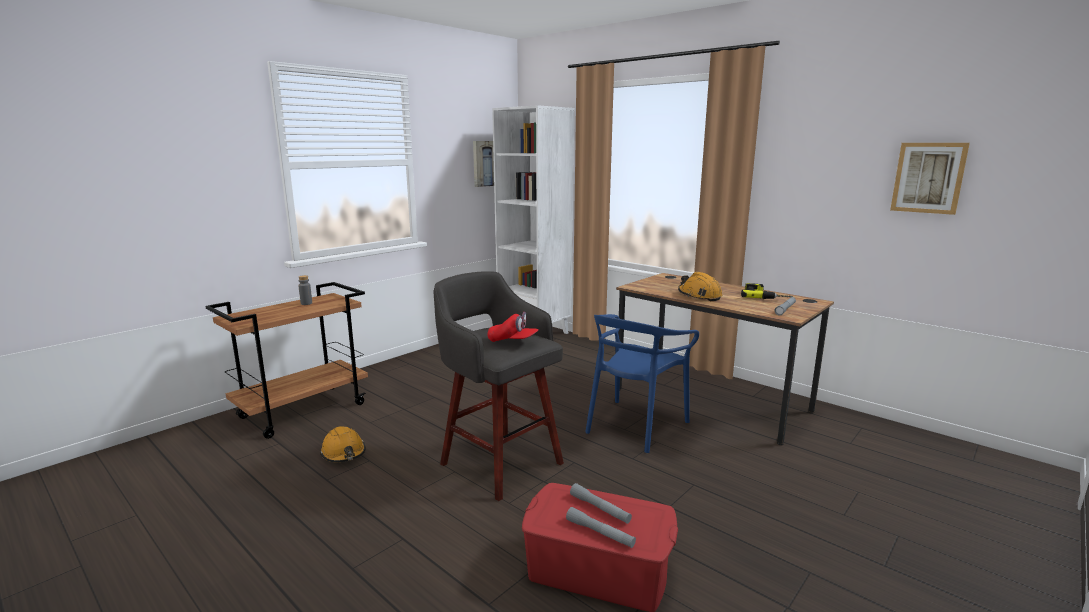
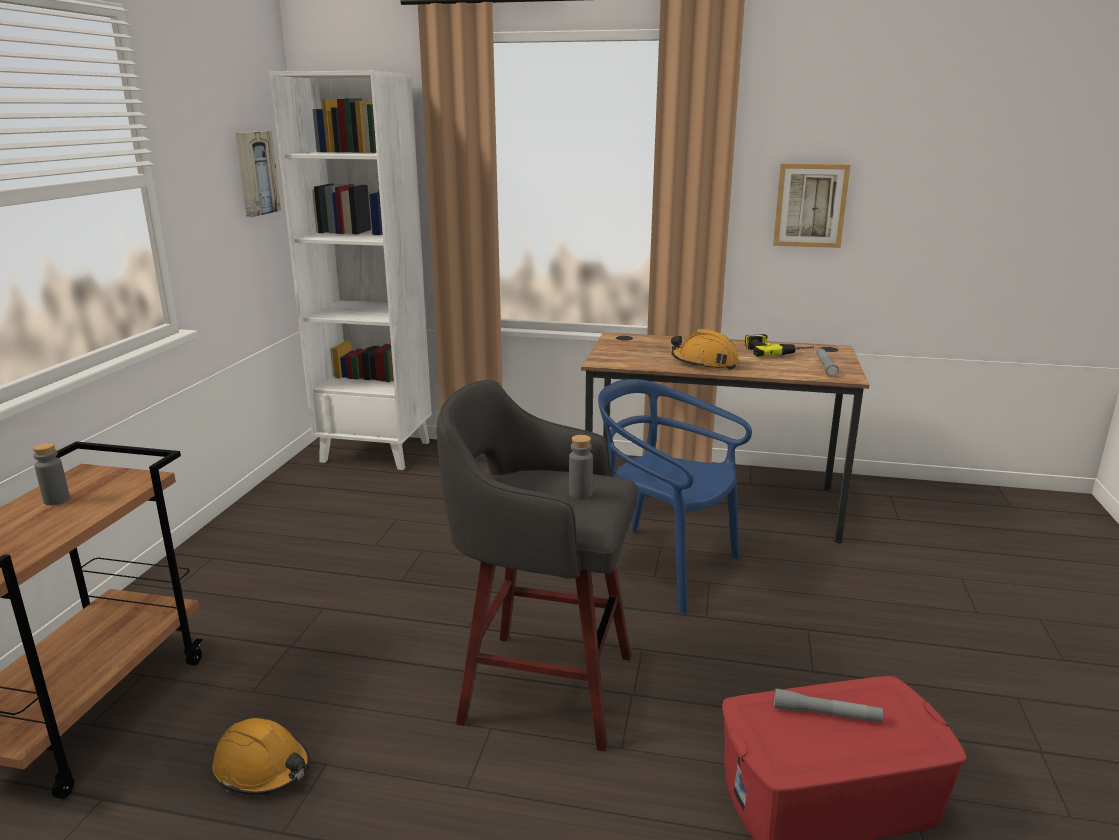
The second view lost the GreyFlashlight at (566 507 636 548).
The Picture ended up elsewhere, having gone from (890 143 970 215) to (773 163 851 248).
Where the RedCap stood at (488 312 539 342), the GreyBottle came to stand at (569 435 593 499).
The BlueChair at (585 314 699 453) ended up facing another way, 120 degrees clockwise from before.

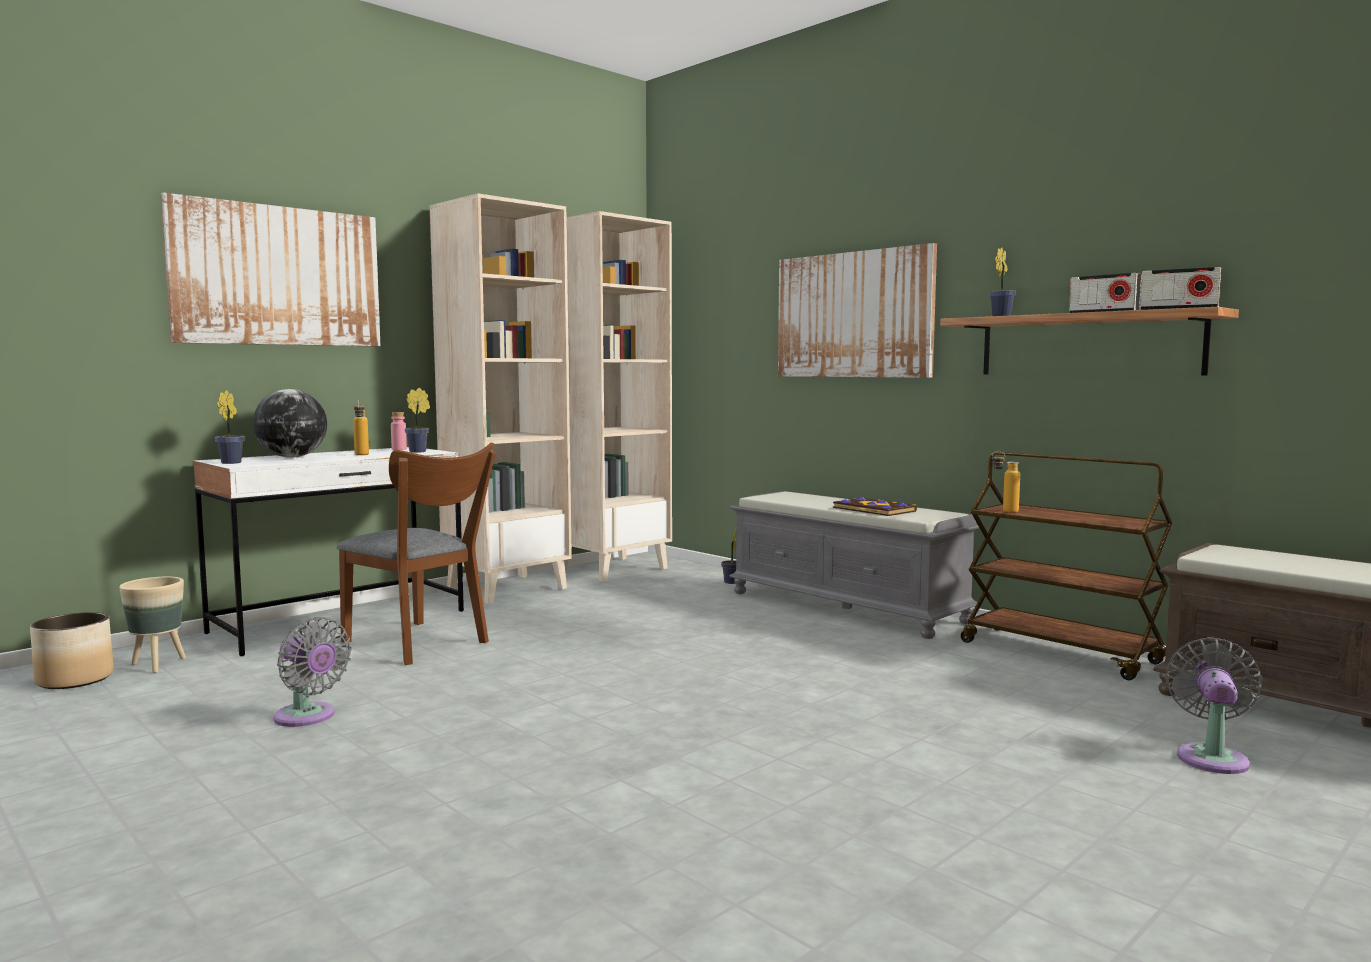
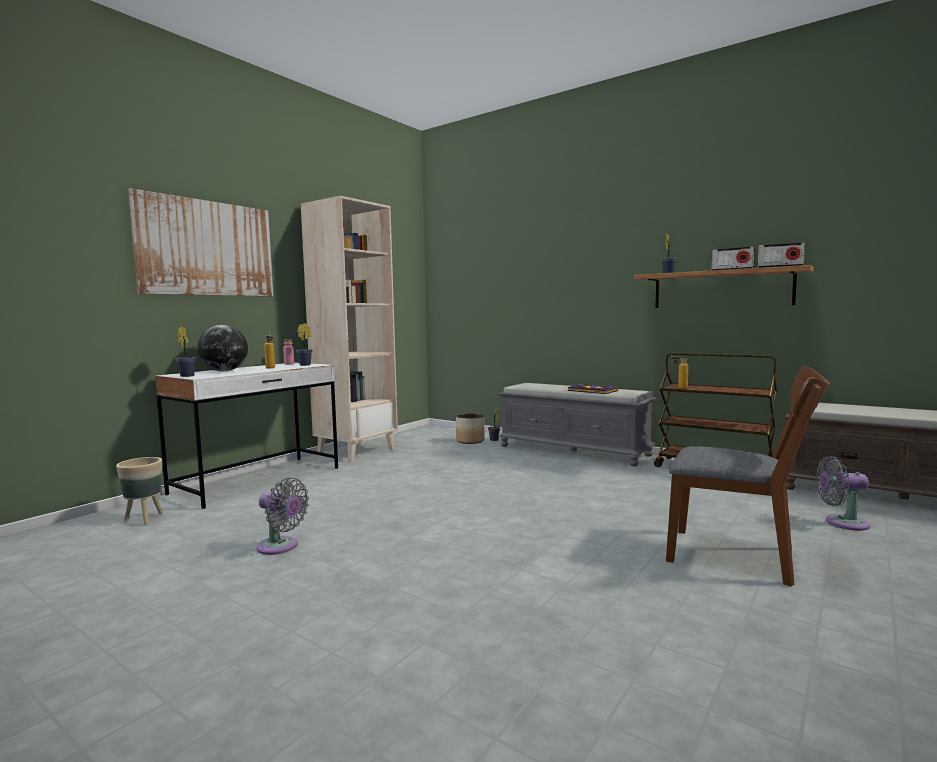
The second view lost the BeigeBookcase at (564 211 672 582).
The second view lost the Picture at (778 243 937 378).
The Planter ended up elsewhere, having gone from (30 612 114 689) to (456 413 485 444).
The BrownChair ended up elsewhere, having gone from (337 442 495 665) to (666 366 830 587).
The GreyFan at (1166 637 1263 774) ended up facing another way, 90 degrees counterclockwise from before.

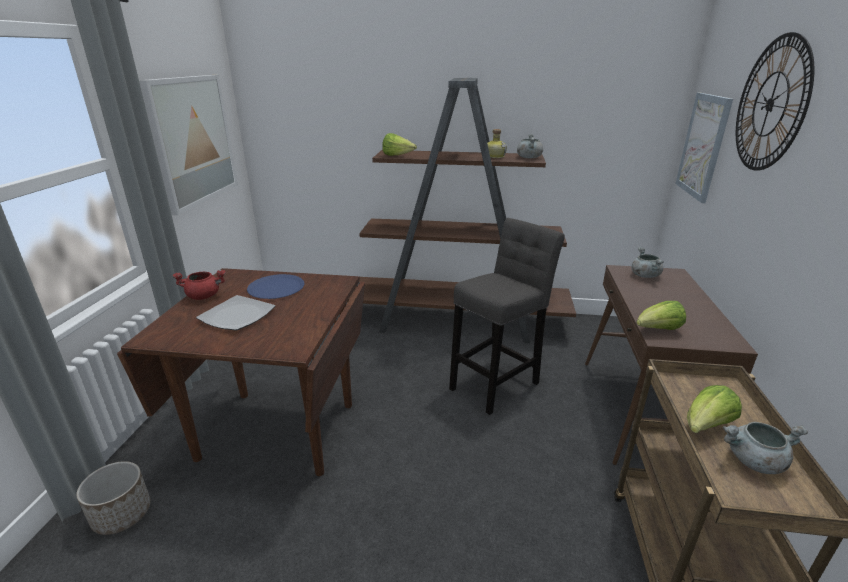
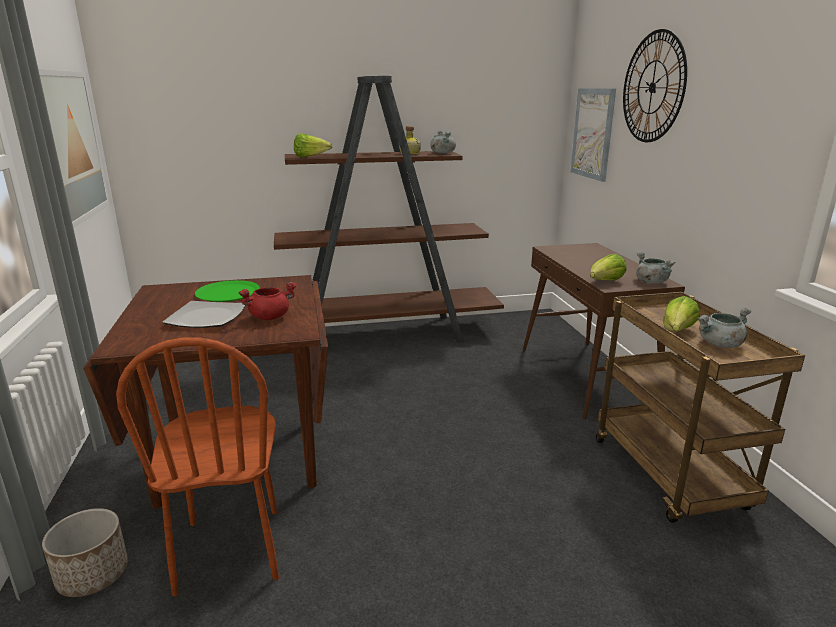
The second view lost the GreyStool at (449 218 565 415).
The second view gained the BrownChair at (116 337 279 596).
The RedCookingPot ended up elsewhere, having gone from (172 270 226 300) to (238 282 297 320).
The GreyCookingPot ended up elsewhere, having gone from (632 247 664 278) to (636 252 676 284).
What was the BluePlate at (247 274 305 299) turned into the GreenPlate at (195 280 260 302).

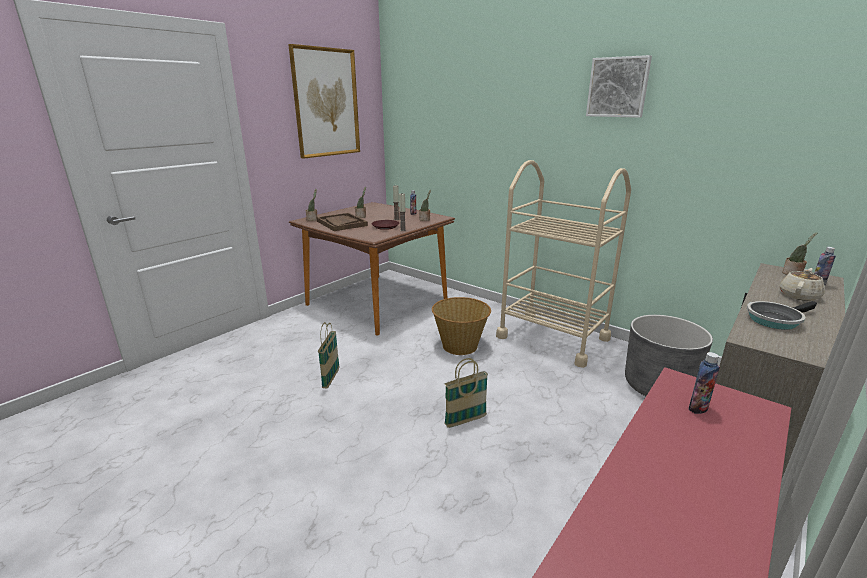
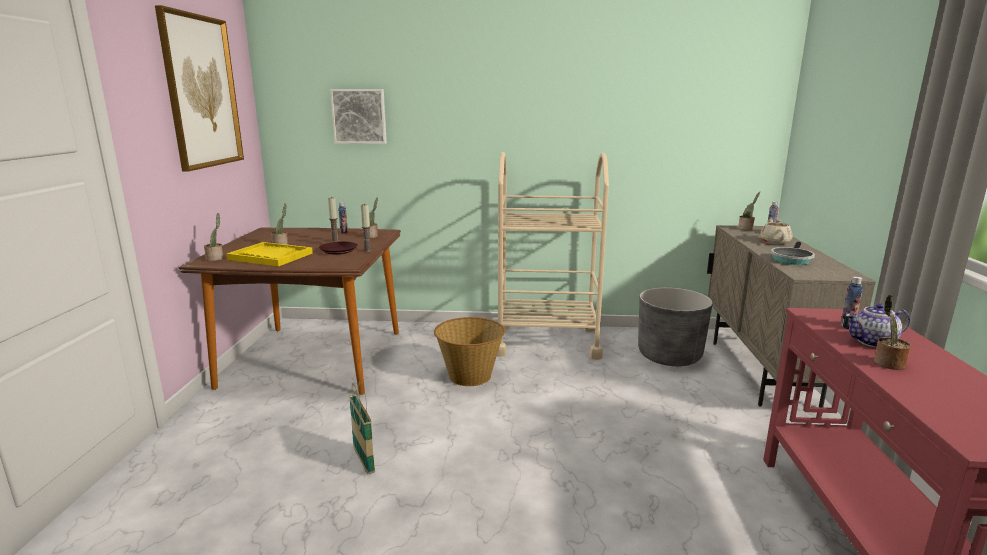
The second view lost the Basket at (444 358 488 428).
The second view gained the Teapot at (846 303 910 348).
The second view gained the PottedPlant at (874 295 911 370).
The Picture ended up elsewhere, having gone from (586 55 652 118) to (330 89 387 144).
What was the BrownTray at (316 213 368 231) turned into the YellowTray at (226 242 313 267).

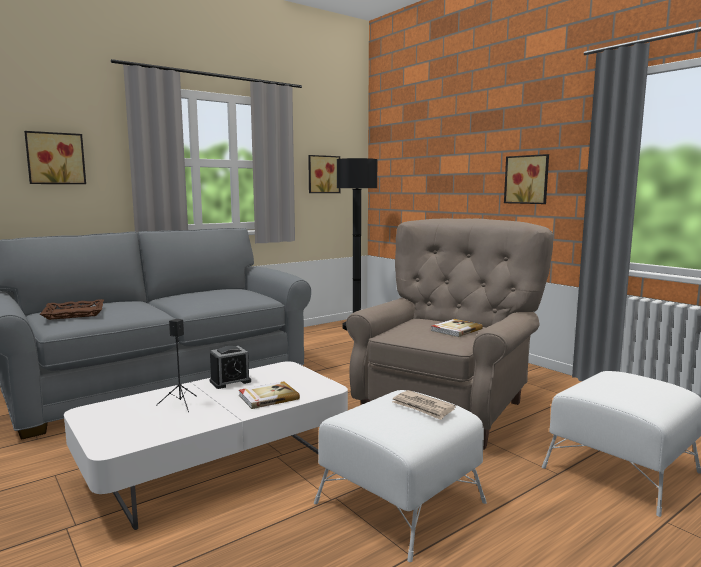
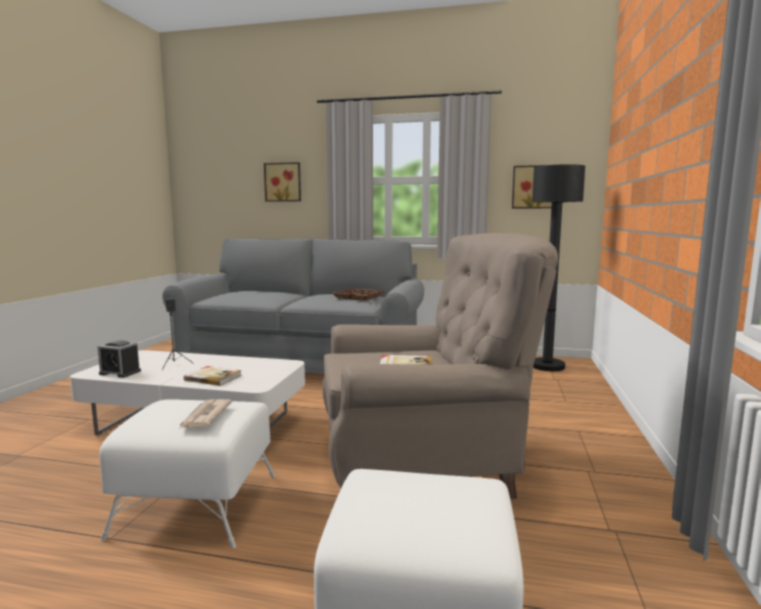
The second view lost the Picture at (504 154 549 204).
The BrownTray ended up elsewhere, having gone from (40 299 104 320) to (332 288 385 301).
The AlarmClock ended up elsewhere, having gone from (210 346 251 389) to (97 340 141 378).

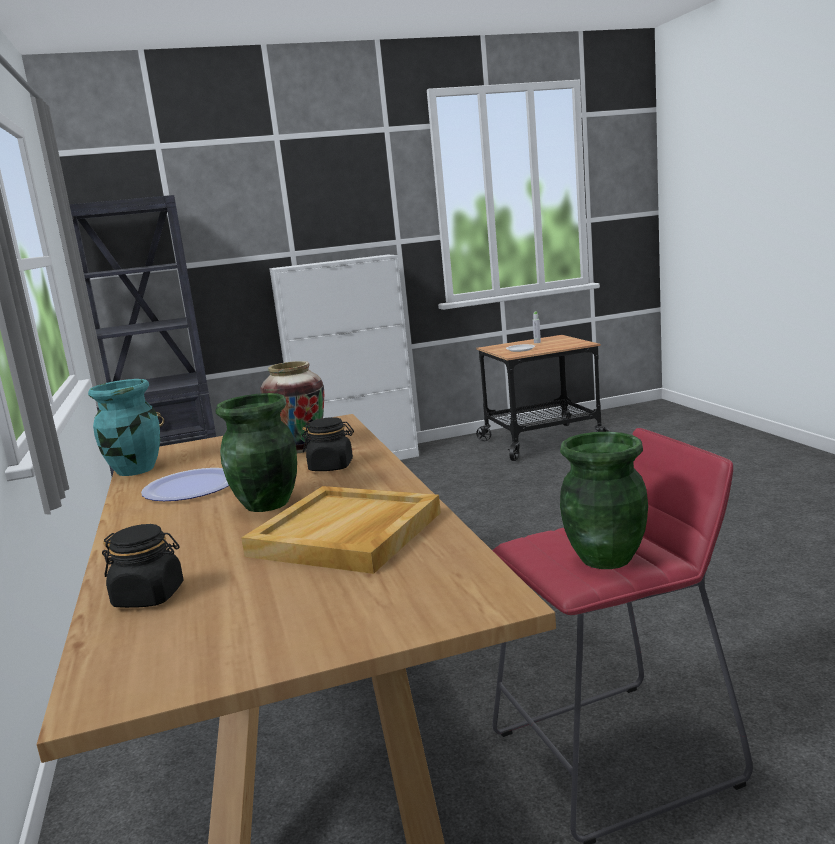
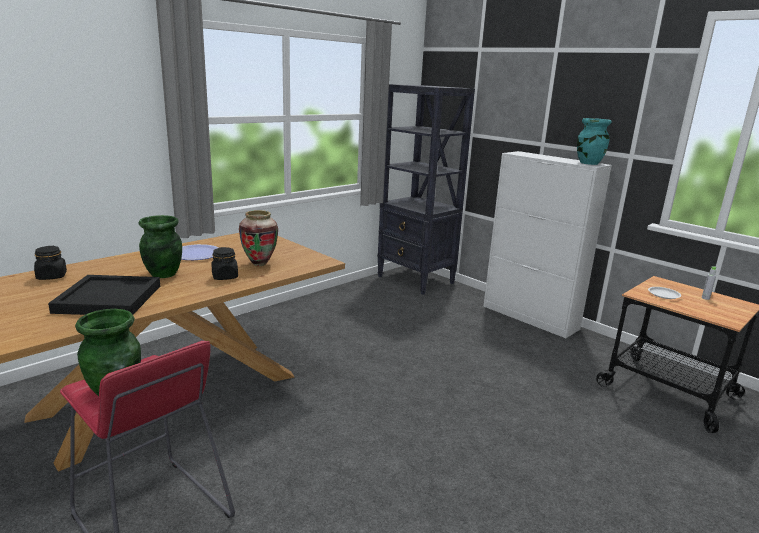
The TurquoiseVase ended up elsewhere, having gone from (88 379 160 476) to (577 118 612 165).
What was the BeigeTray at (241 486 441 574) turned into the BlackTray at (48 275 160 315).

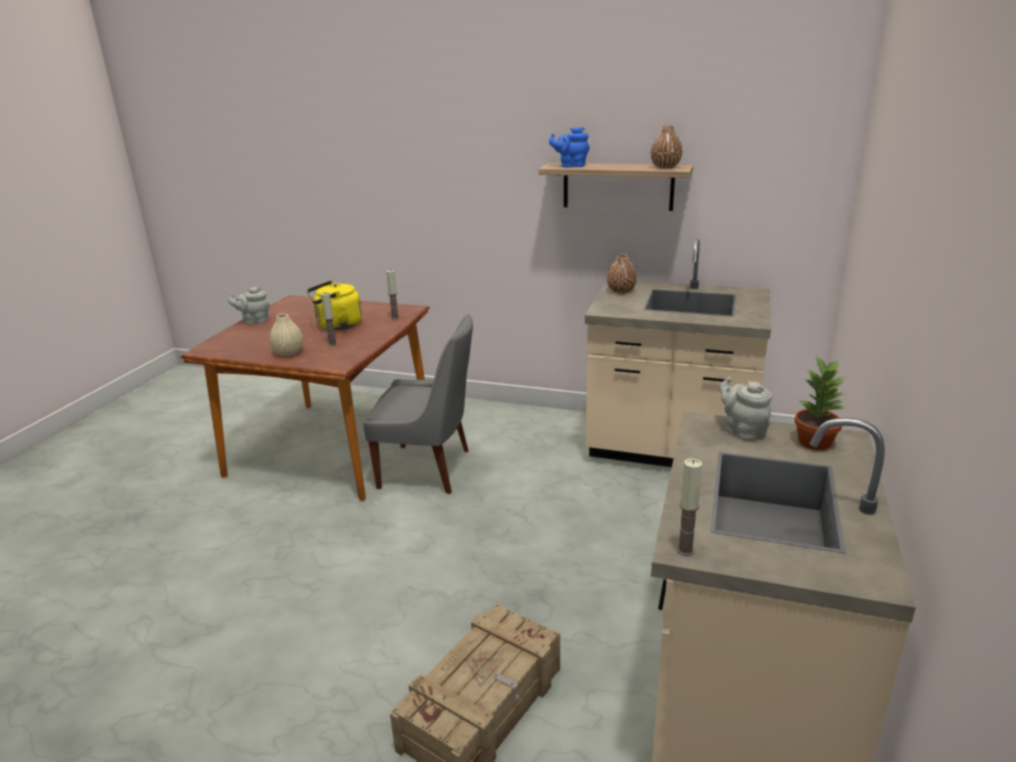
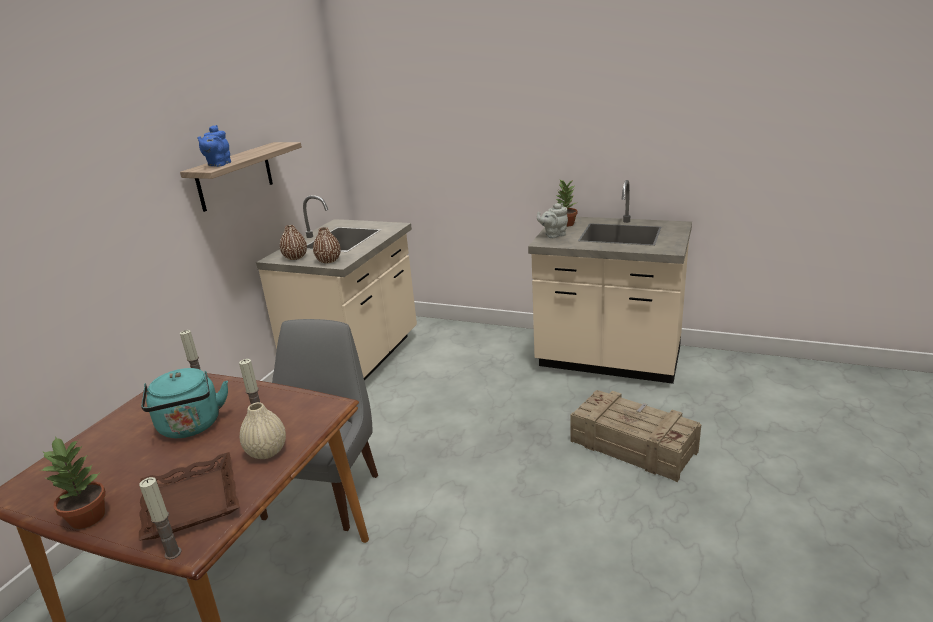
The second view gained the BrownTray at (139 452 240 541).
The BrownVase ended up elsewhere, having gone from (651 126 682 168) to (313 227 341 263).
The Candle ended up elsewhere, having gone from (676 459 702 556) to (139 477 182 560).
Where the GreyTeapot stood at (228 287 270 324), the PottedPlant came to stand at (41 436 106 529).
What was the YellowKettle at (307 281 362 330) turned into the TurquoiseKettle at (141 368 228 438).

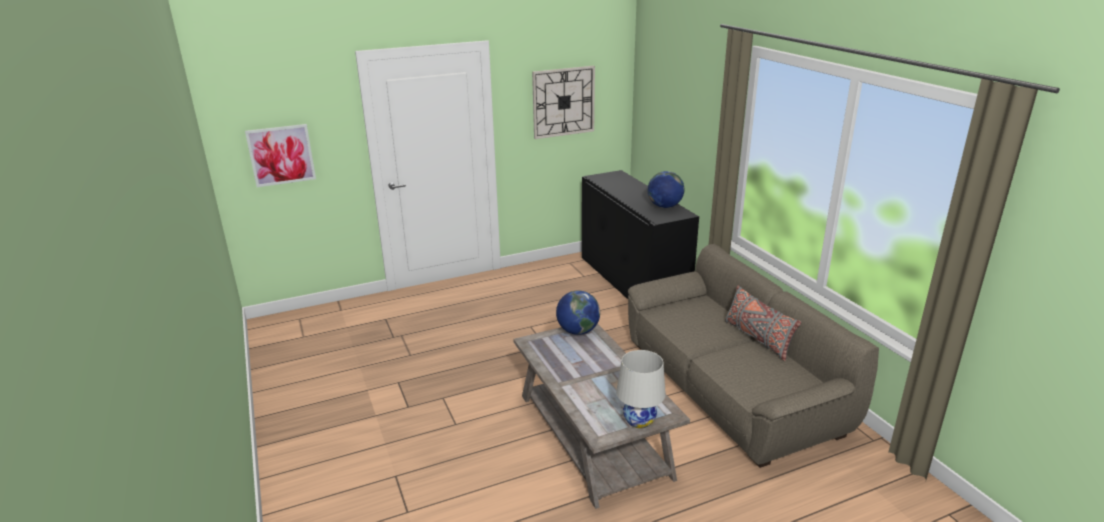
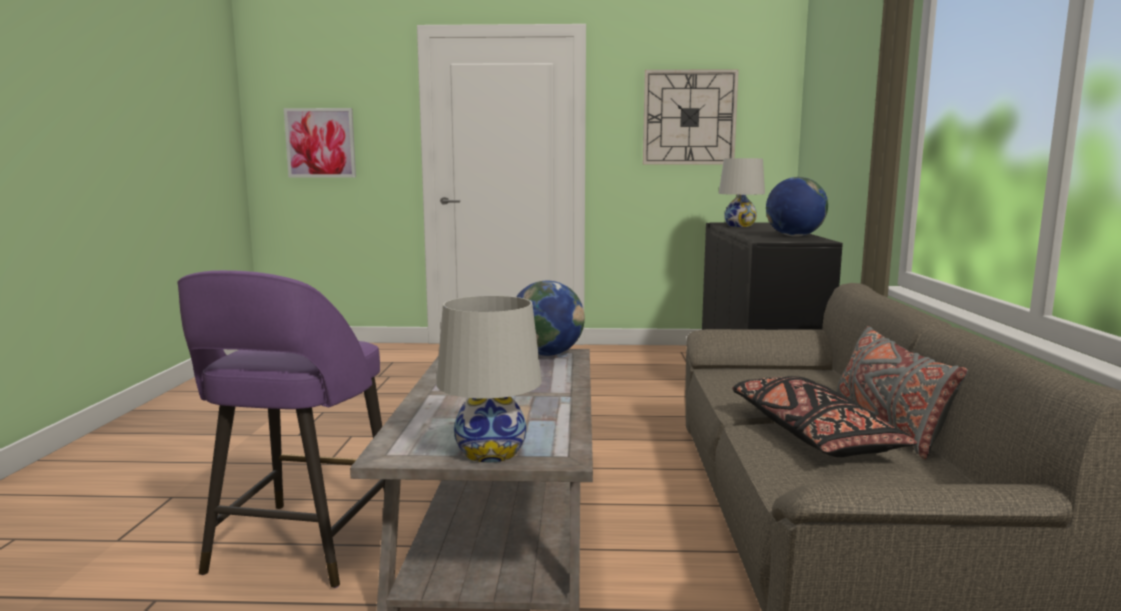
The second view gained the PurpleStool at (177 270 385 588).
The second view gained the WhiteTableLamp at (719 158 765 227).
The second view gained the BlackPillow at (732 376 917 457).

